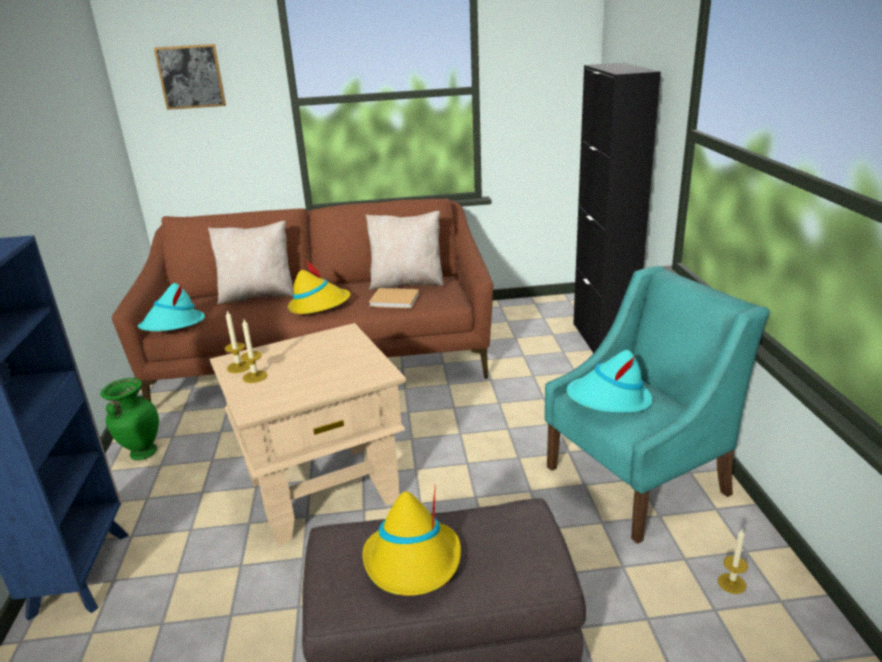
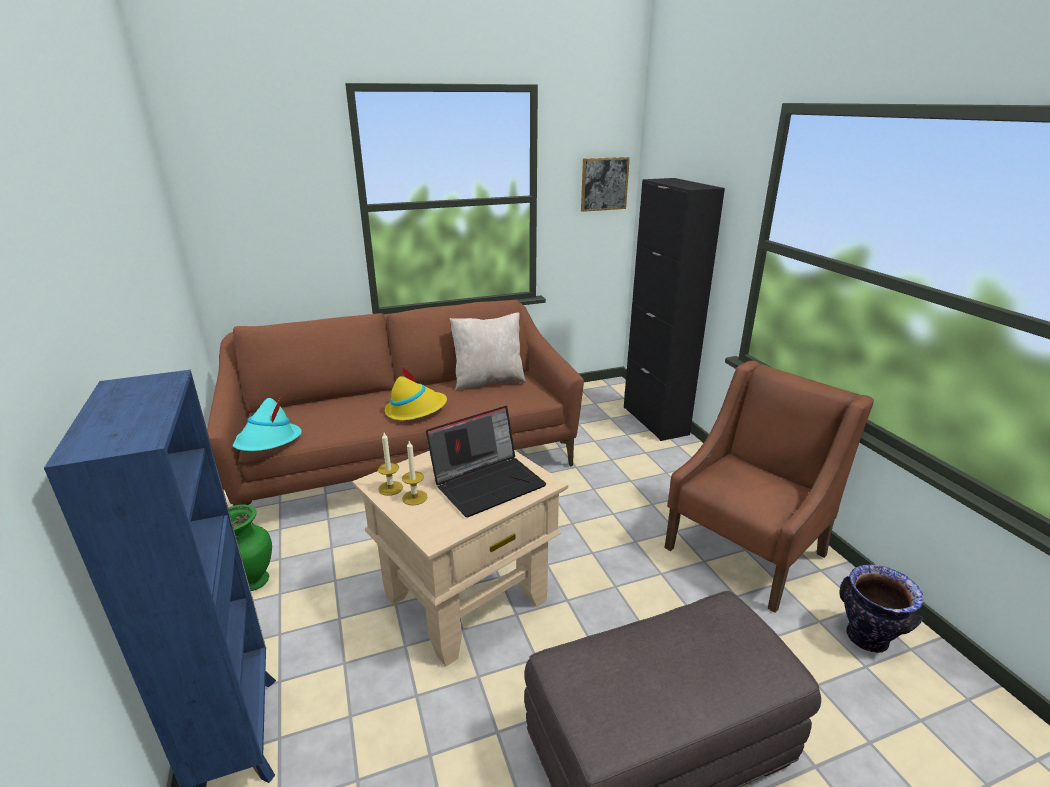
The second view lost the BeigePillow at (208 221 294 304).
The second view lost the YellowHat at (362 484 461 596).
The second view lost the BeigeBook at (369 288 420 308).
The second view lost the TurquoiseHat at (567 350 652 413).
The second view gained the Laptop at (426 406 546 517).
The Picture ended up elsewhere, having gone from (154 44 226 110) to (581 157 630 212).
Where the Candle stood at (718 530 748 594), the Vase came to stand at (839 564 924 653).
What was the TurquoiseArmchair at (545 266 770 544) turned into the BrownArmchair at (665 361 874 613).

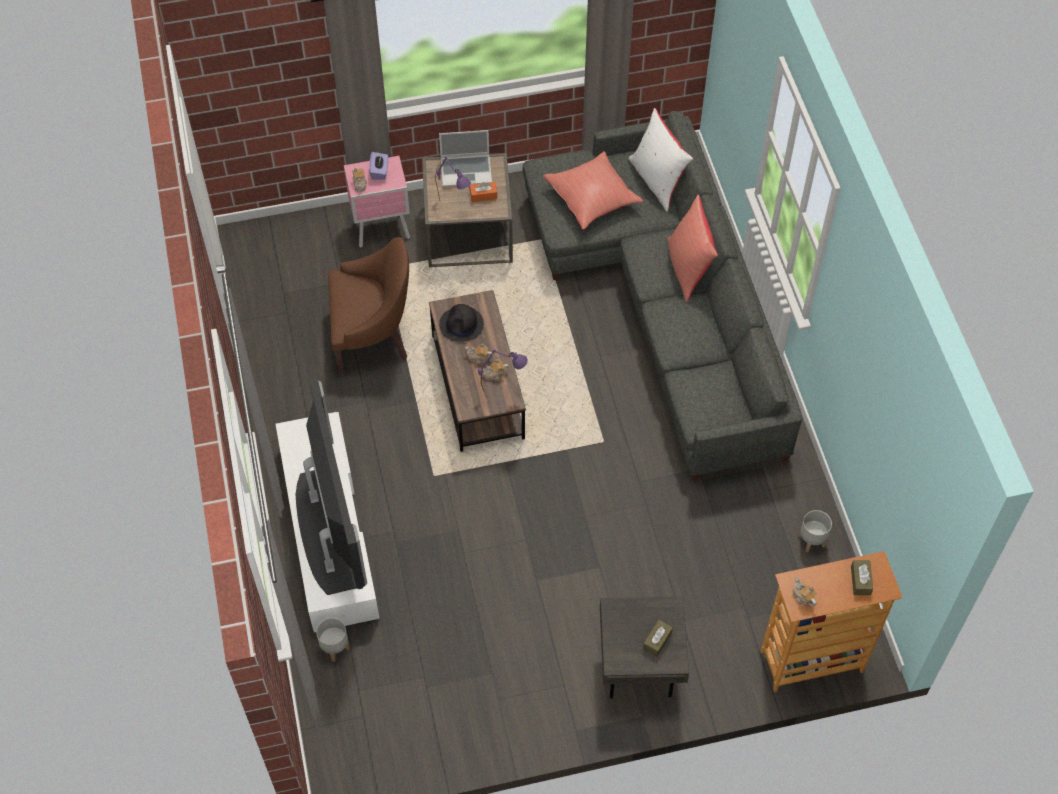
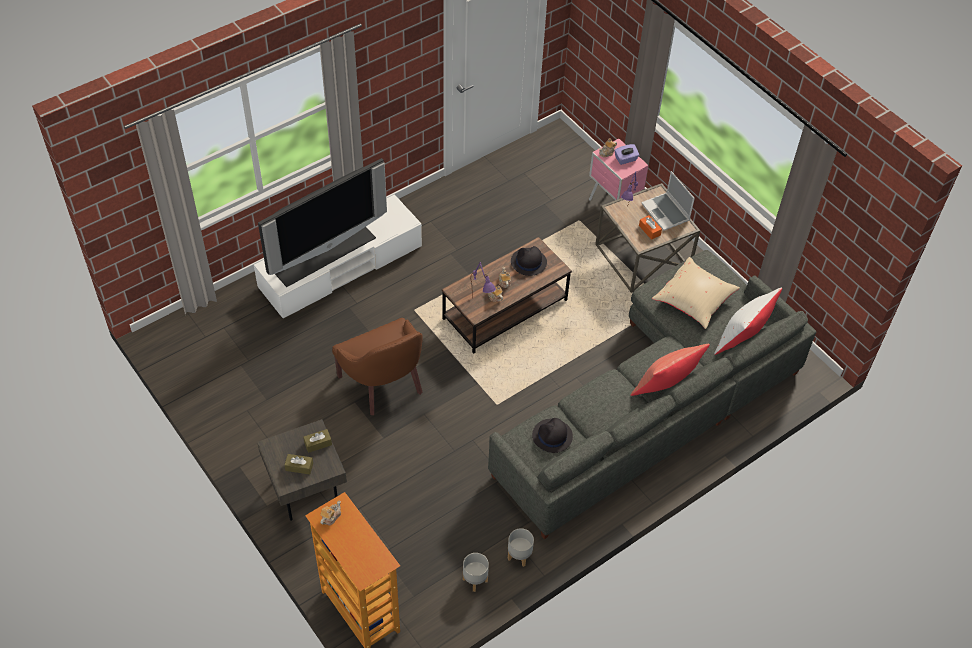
The second view gained the BlackHat at (532 418 573 453).
The GreyPlanter ended up elsewhere, having gone from (316 618 350 661) to (508 528 534 567).
The BrownArmchair ended up elsewhere, having gone from (328 237 409 375) to (332 318 423 415).
The BrownTissueBox ended up elsewhere, having gone from (851 560 873 595) to (303 429 332 453).
What was the RedPillow at (543 151 643 230) turned into the BeigePillow at (652 257 740 329).

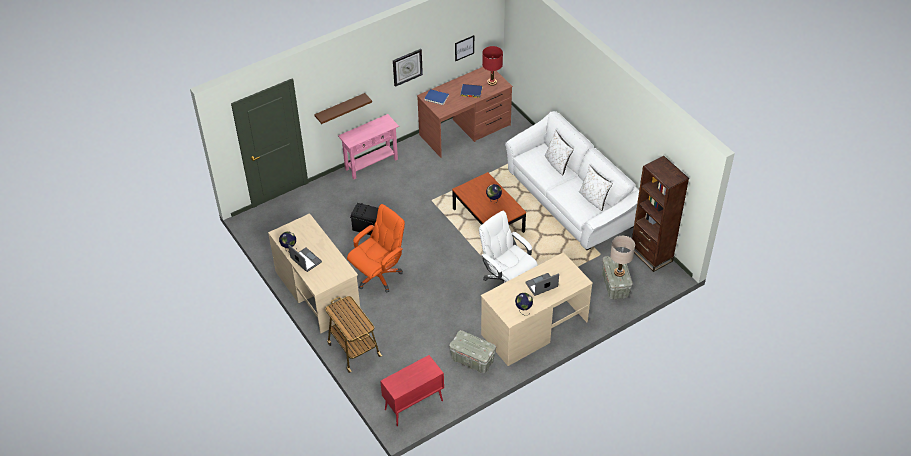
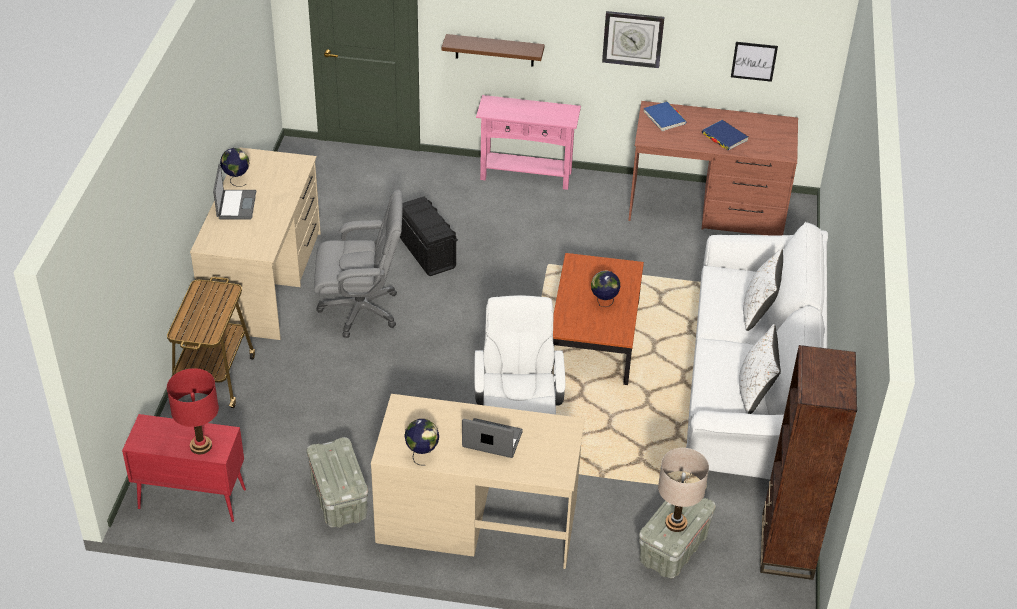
The RedTableLamp ended up elsewhere, having gone from (482 46 503 86) to (167 368 219 454).
What was the OrangeOfficeChair at (347 204 405 293) turned into the GreyOfficeChair at (314 190 403 338).

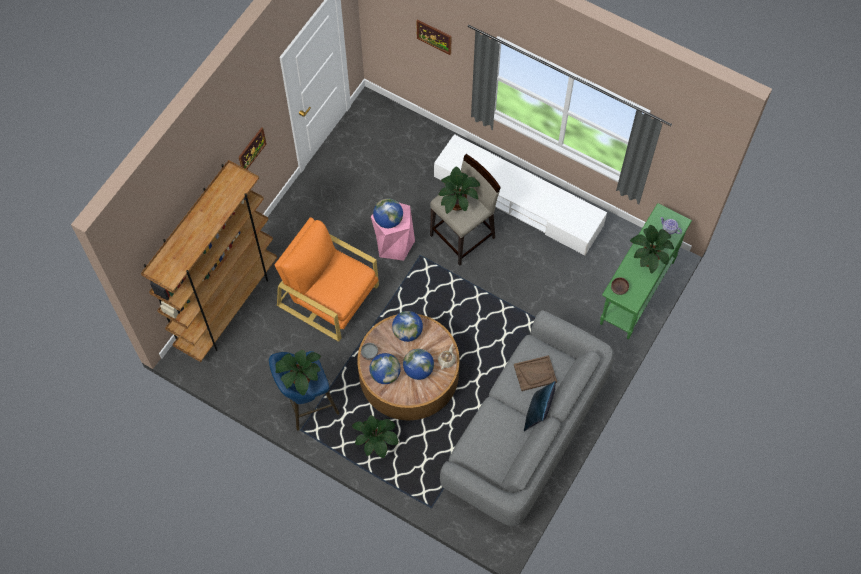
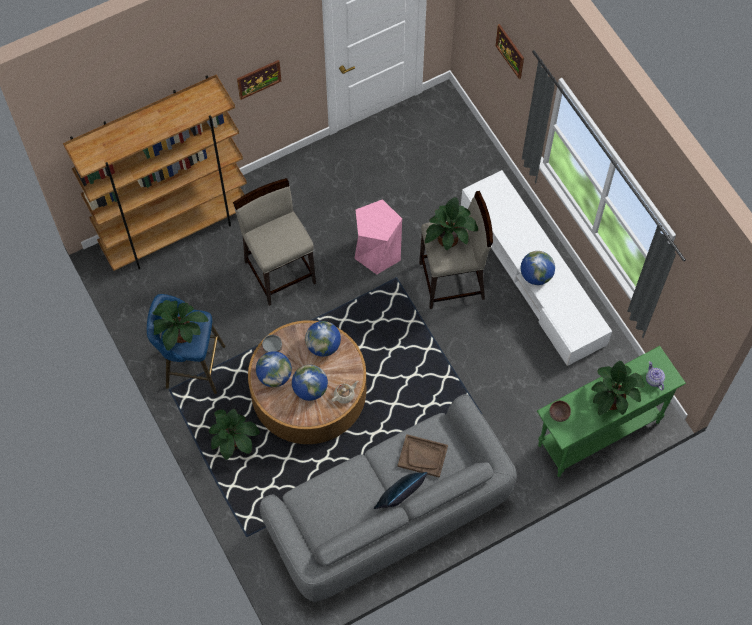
The Globe ended up elsewhere, having gone from (373 198 403 228) to (521 251 555 285).
Where the OrangeArmchair stood at (274 217 379 342), the BeigeStool came to stand at (233 178 316 306).

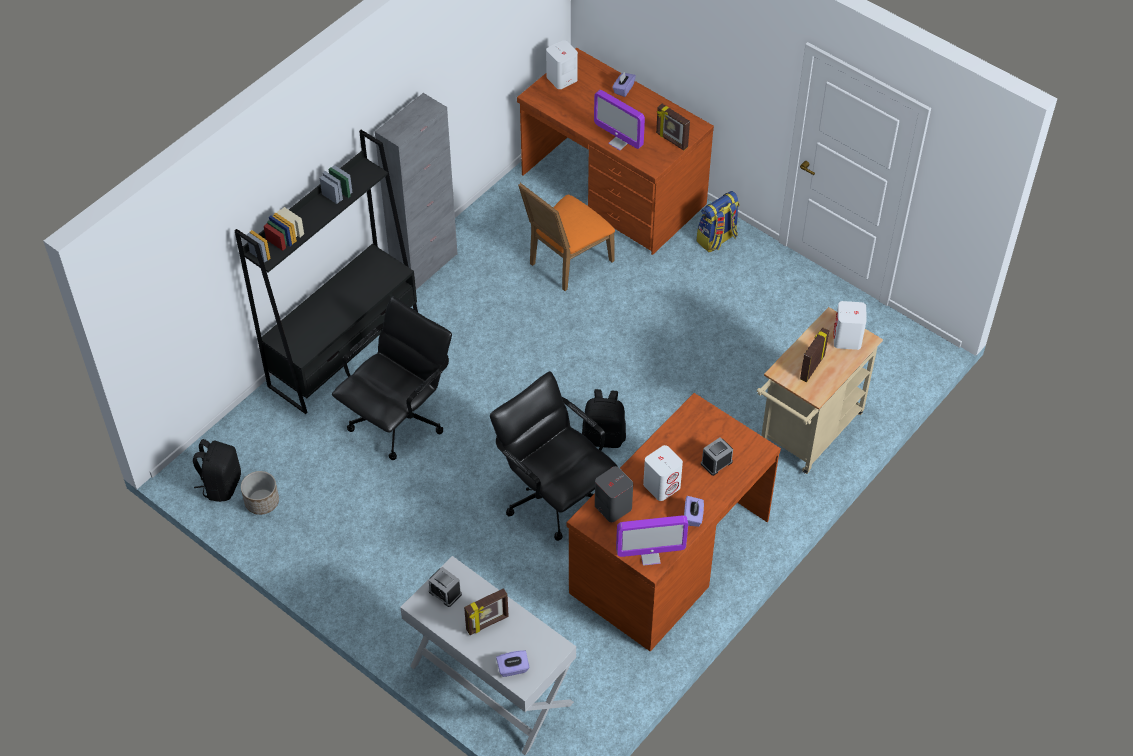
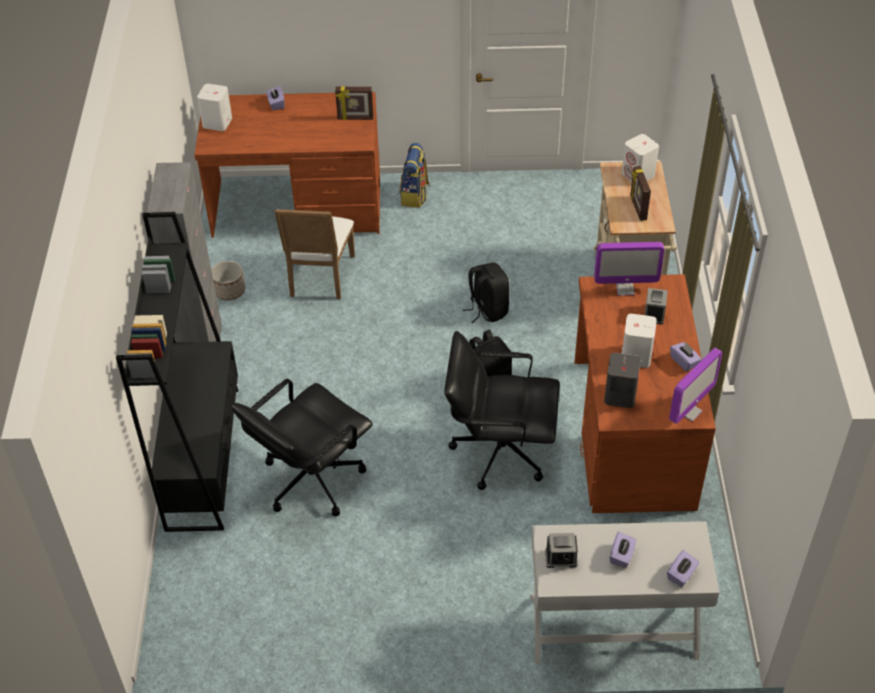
The BlackBackpack ended up elsewhere, having gone from (193 439 241 502) to (463 263 509 323).
The Planter ended up elsewhere, having gone from (241 471 279 515) to (211 261 245 301).
The Monitor ended up elsewhere, having gone from (594 90 645 150) to (594 242 664 296).
Where the PictureFrame stood at (464 588 509 635), the PurpleTissueBox came to stand at (610 532 636 568).
What was the OrangeChair at (518 183 615 291) turned into the WhiteChair at (274 209 355 299).
The BlackOfficeChair at (332 296 452 460) ended up facing another way, 135 degrees counterclockwise from before.

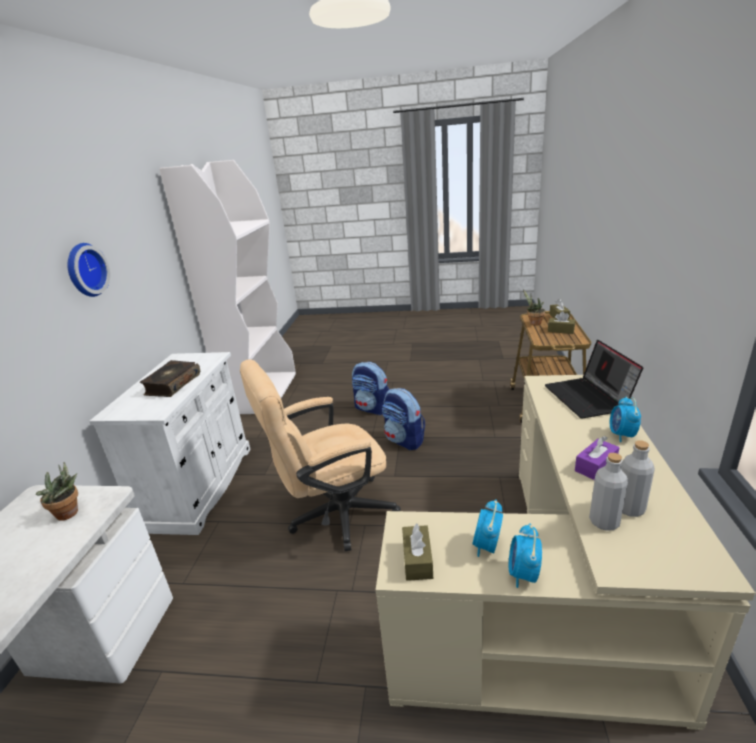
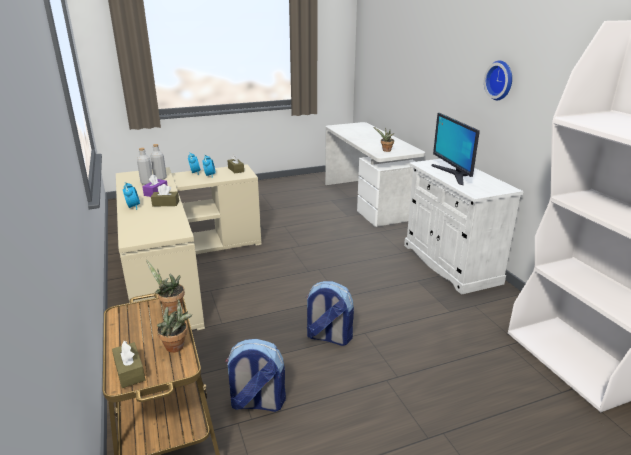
The second view lost the BeigeOfficeChair at (240 359 401 551).
The second view lost the Laptop at (545 340 643 418).
The second view gained the PottedPlant at (146 260 185 313).
The Backpack ended up elsewhere, having gone from (352 362 389 415) to (225 339 286 412).
The BrownTissueBox ended up elsewhere, having gone from (548 311 575 334) to (151 184 179 207).
Where the Book stood at (140 360 200 397), the Monitor came to stand at (431 113 480 185).

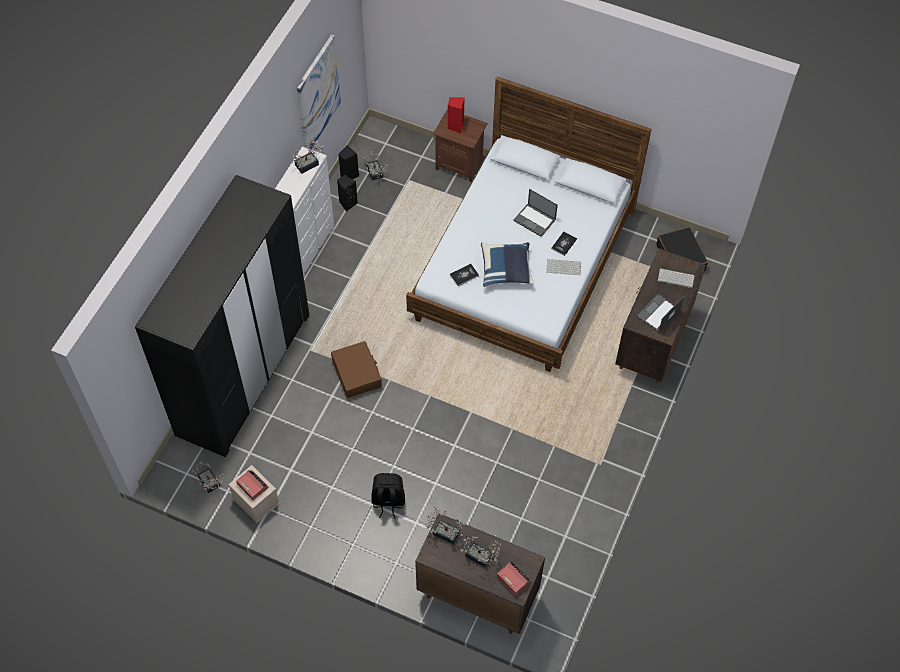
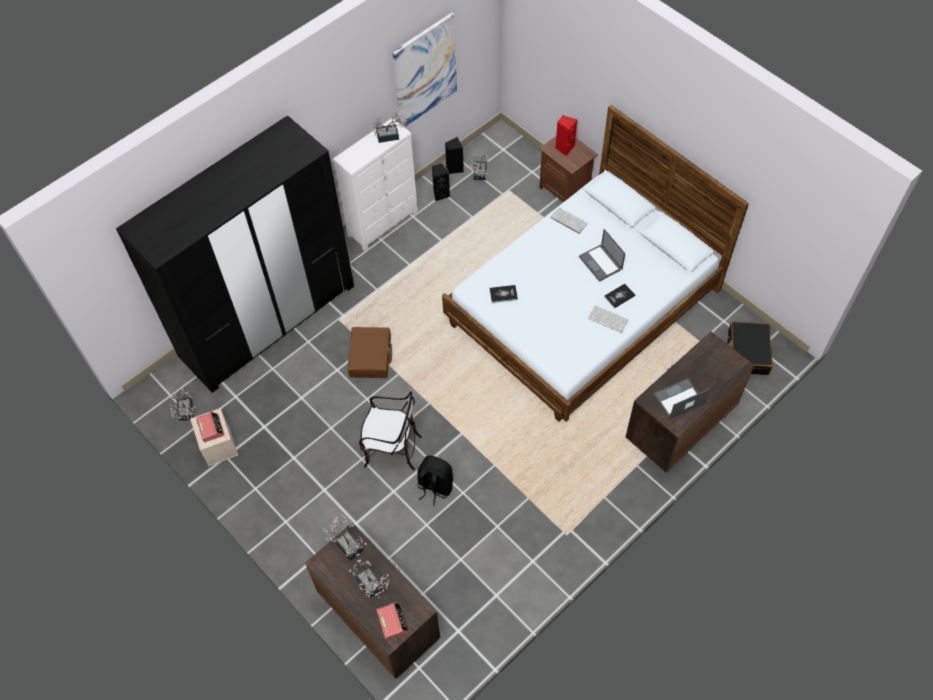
The second view lost the BluePillow at (481 242 534 287).
The second view gained the Chair at (359 392 422 470).
The BlackBackpack ended up elsewhere, having gone from (371 473 405 519) to (418 455 453 506).
The Keyboard ended up elsewhere, having gone from (658 268 695 288) to (551 208 588 234).

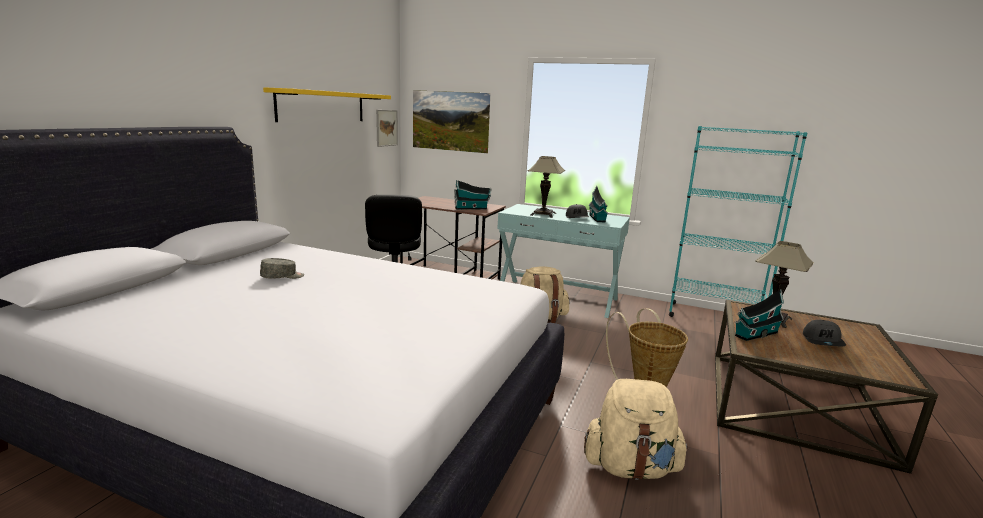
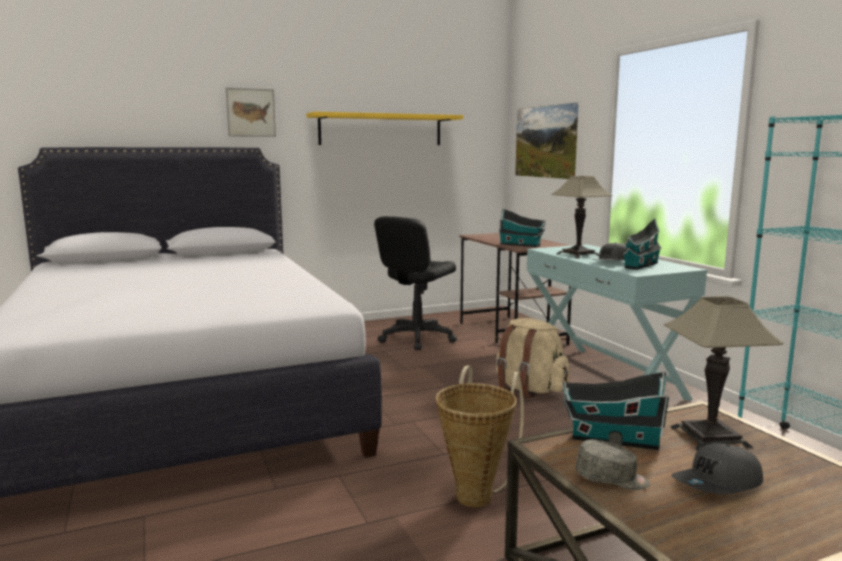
The second view lost the BeigeBackpack at (584 379 688 480).
The GreyCap ended up elsewhere, having gone from (260 258 304 279) to (576 440 650 490).
The Picture ended up elsewhere, having gone from (376 110 398 147) to (226 88 276 137).

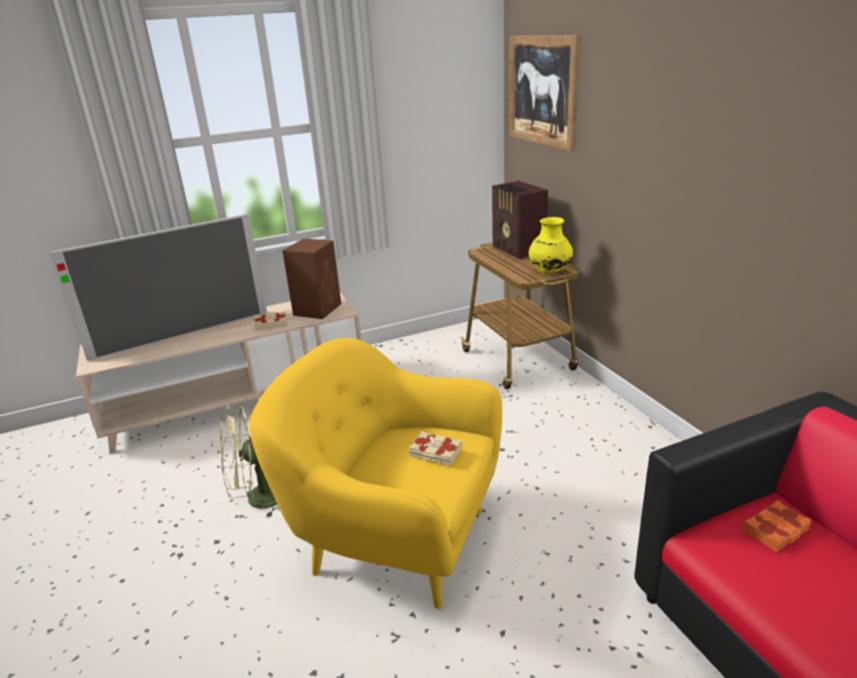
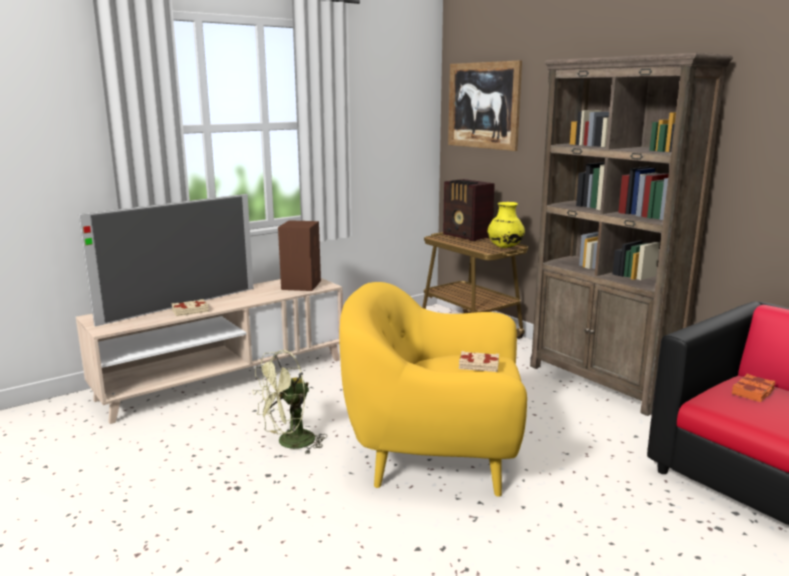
The second view gained the BrownBookcase at (530 53 733 416).
The BeigeBook ended up elsewhere, having gone from (254 311 288 331) to (171 299 209 316).

